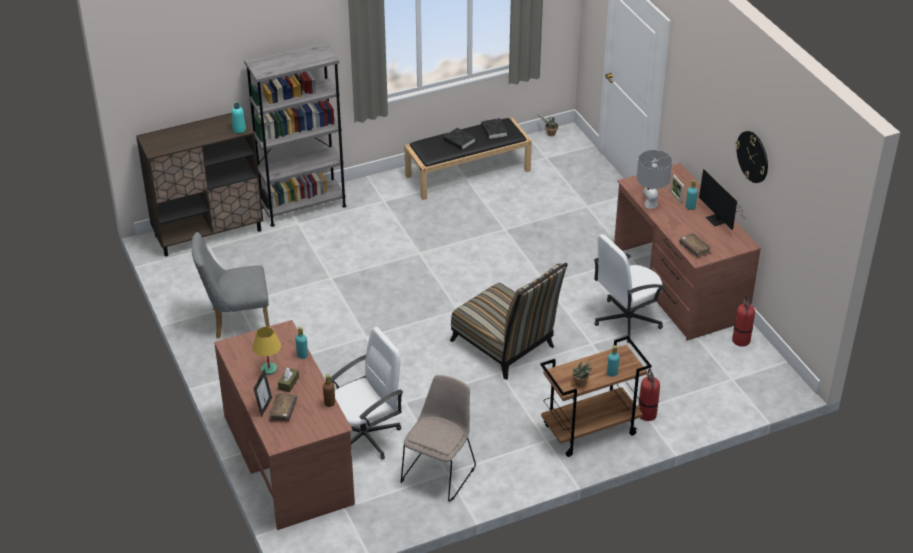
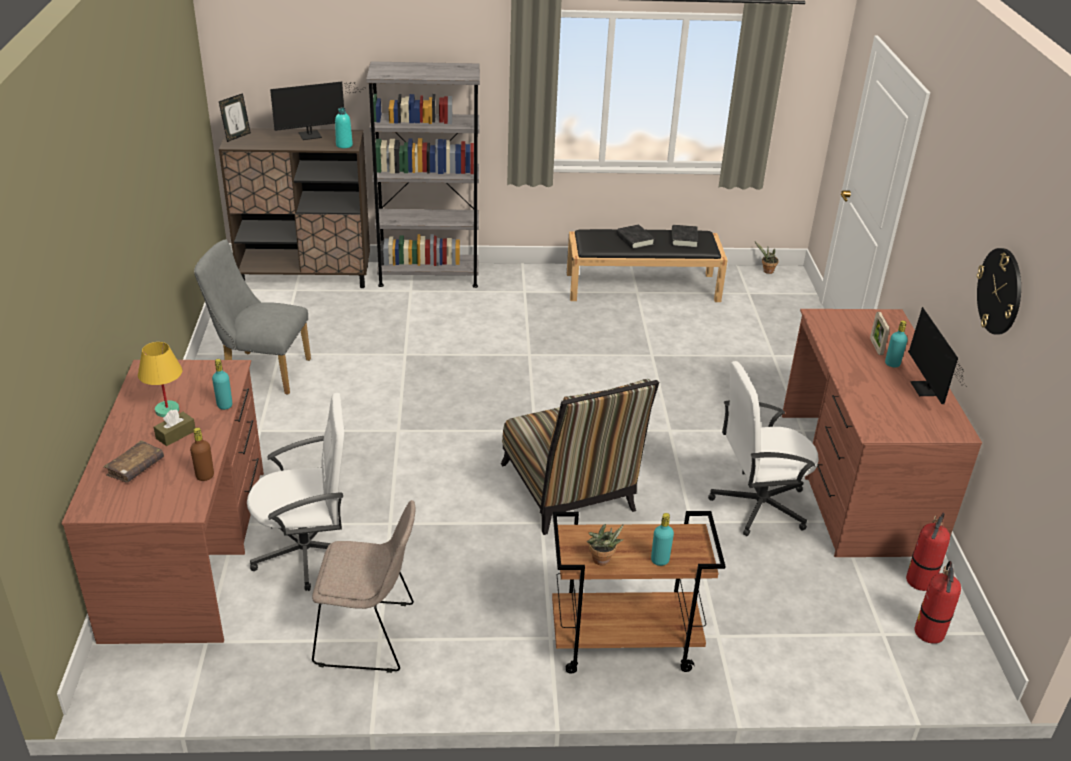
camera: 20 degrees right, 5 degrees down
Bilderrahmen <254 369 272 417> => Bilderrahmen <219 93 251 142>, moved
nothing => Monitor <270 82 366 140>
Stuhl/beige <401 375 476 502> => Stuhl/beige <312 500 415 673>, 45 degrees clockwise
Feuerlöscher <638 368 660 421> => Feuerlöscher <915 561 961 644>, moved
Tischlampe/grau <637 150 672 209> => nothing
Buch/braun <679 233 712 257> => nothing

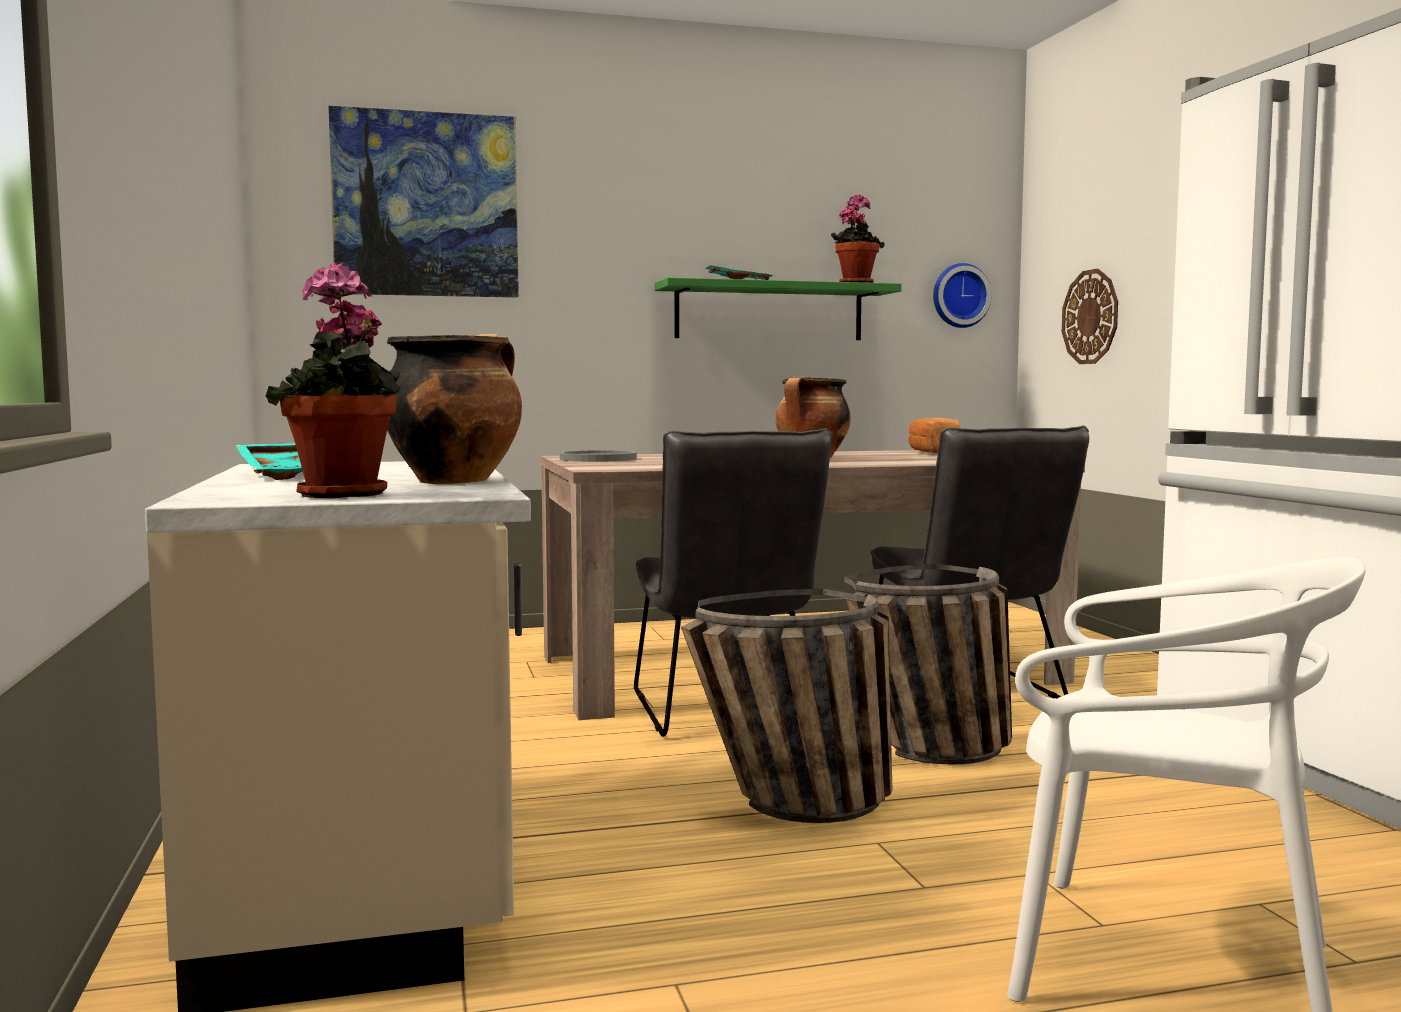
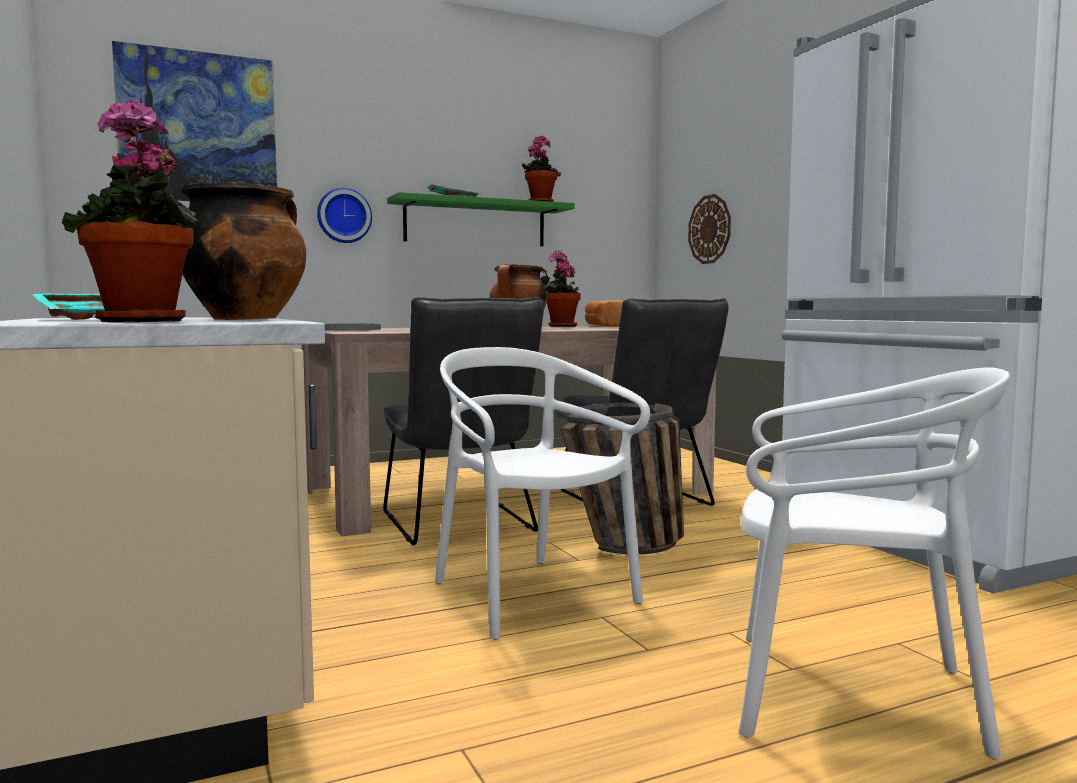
camera: 10 degrees left, 0 degrees up
Wanduhr <933 263 992 328> => Wanduhr <317 188 372 243>, moved
Korb <681 589 893 823> => Stuhl/weiß <435 347 650 640>
nothing => Topfpflanze <541 250 581 327>

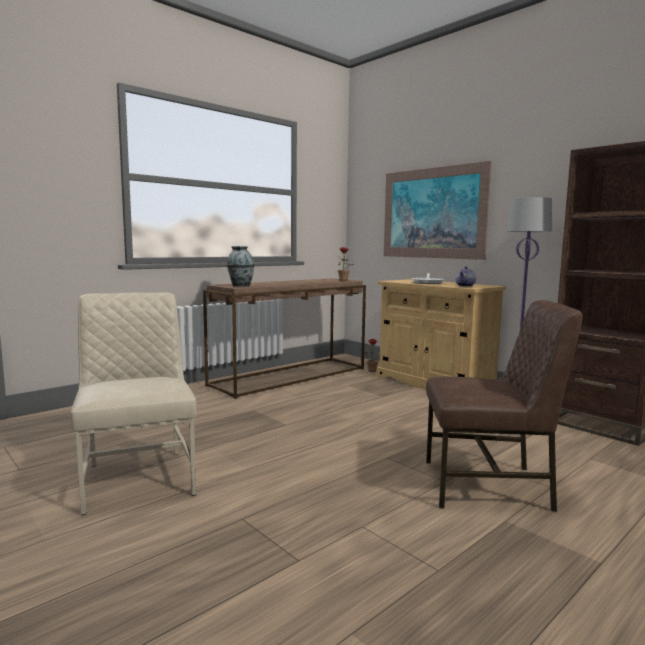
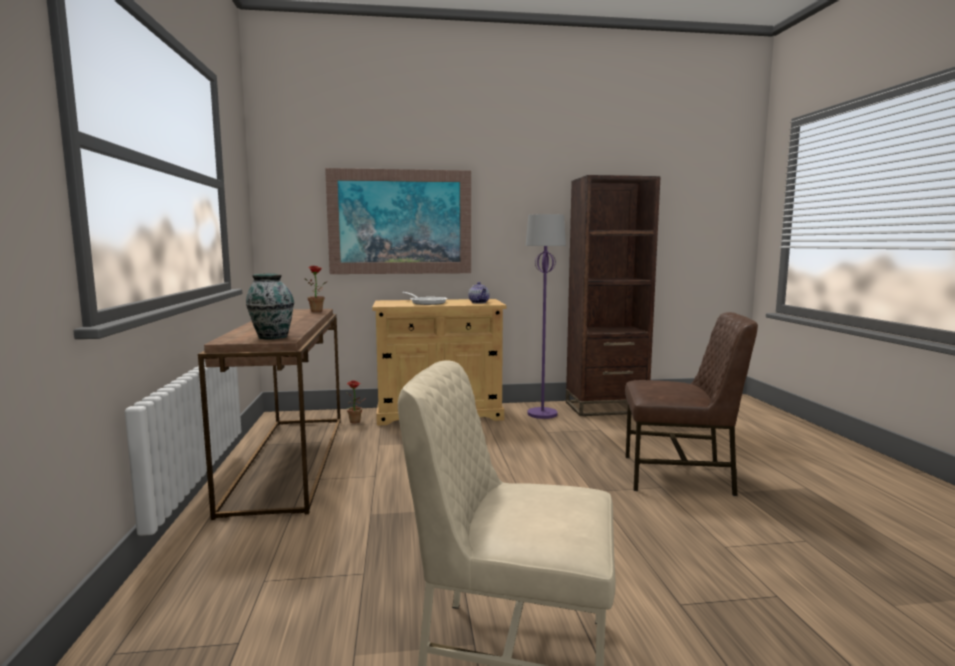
camera: 55 degrees left, 0 degrees up
Stuhl/braun <426 300 582 512> => Stuhl/braun <625 312 758 496>, 60 degrees clockwise

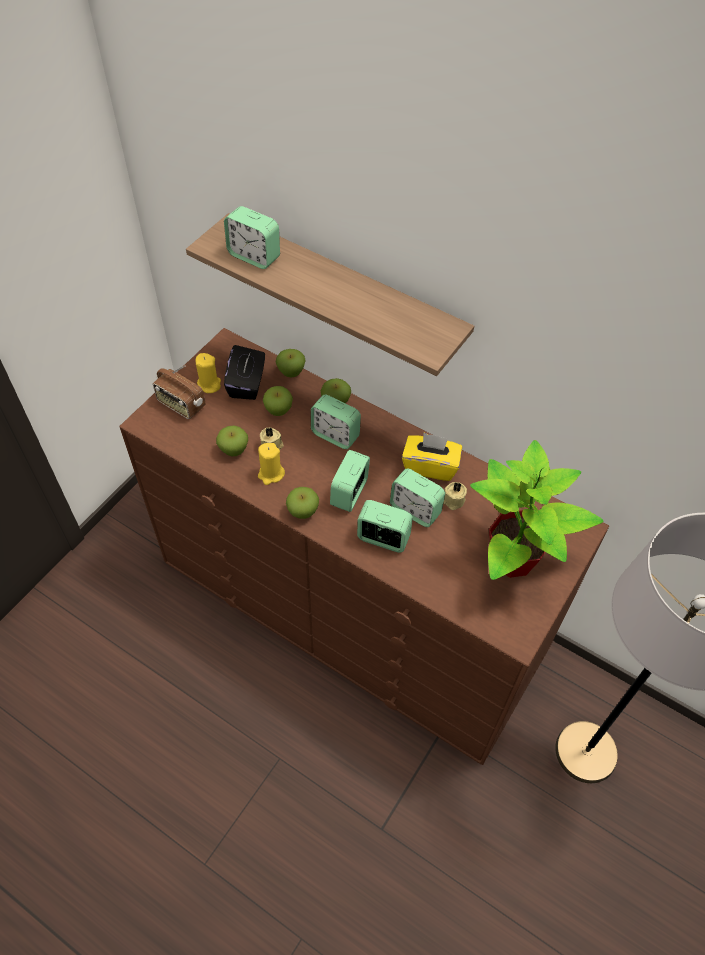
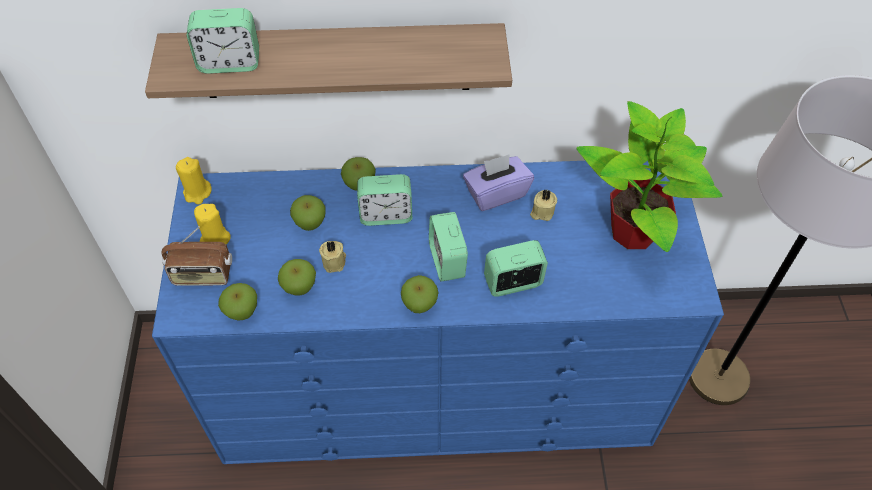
camera: 35 degrees left, 0 degrees up
Kommode/braun <119 328 609 765> => Kommode/blau <152 161 724 464>
Kerze/gelb <258 443 285 485> => Kerze/gelb <176 157 212 204>, moved
Apfel <276 349 306 377> => Apfel <218 283 257 321>, moved
Taschentuchbox/gelb <402 433 462 481> => Taschentuchbox/lila <463 154 534 211>
Taschentuchbox/schwarz <224 345 265 400> => nothing
Wecker <390 468 445 527> => nothing

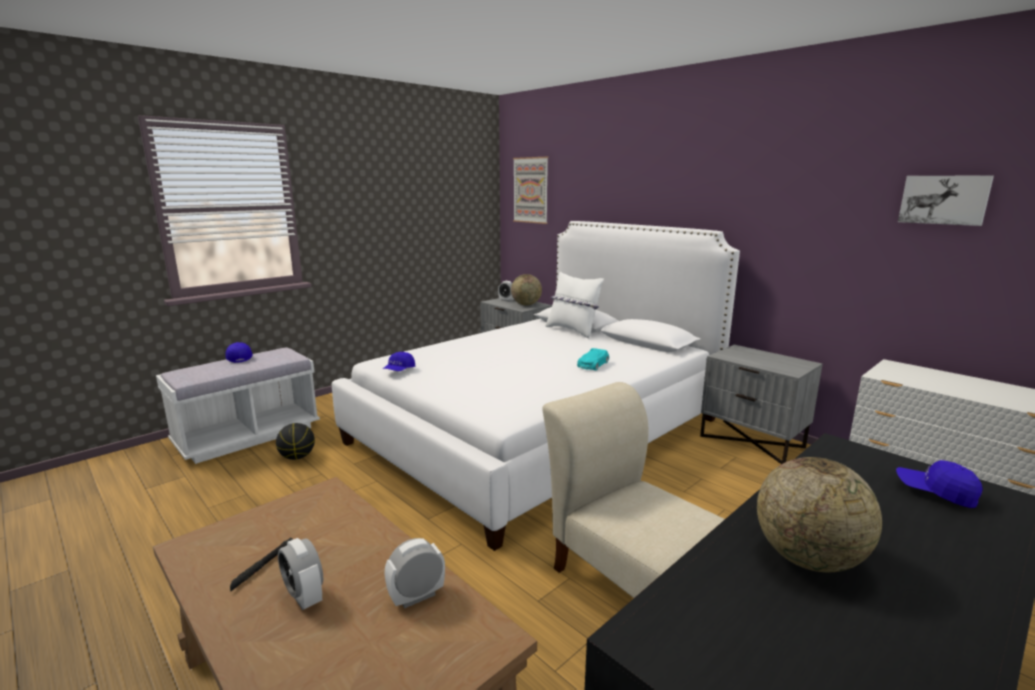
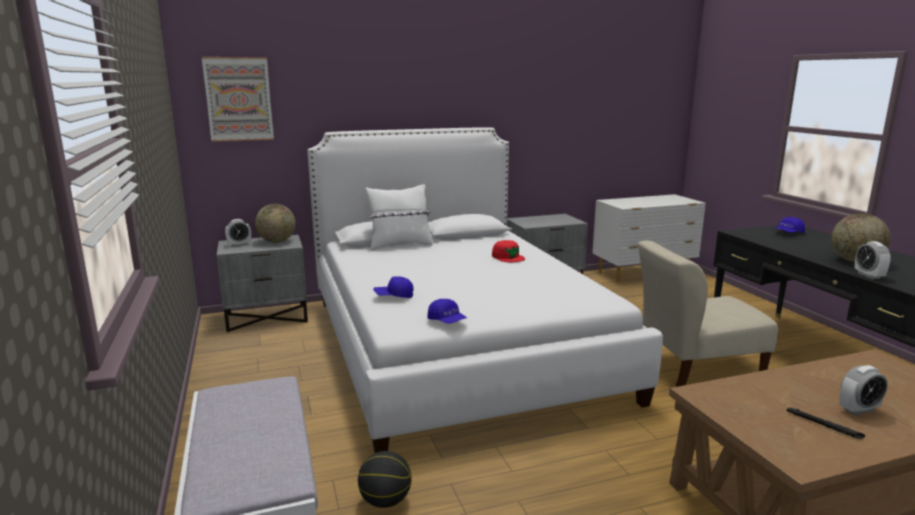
camera: 65 degrees left, 0 degrees up
Kappe/blau <226 342 253 363> => Kappe/blau <373 276 414 298>, moved
Spielzeugauto/türkis <577 348 609 370> => Kappe/rot <492 240 525 262>
Wecker <384 538 445 609> => Wecker <855 241 891 279>, moved
Bild <898 175 994 226> => nothing

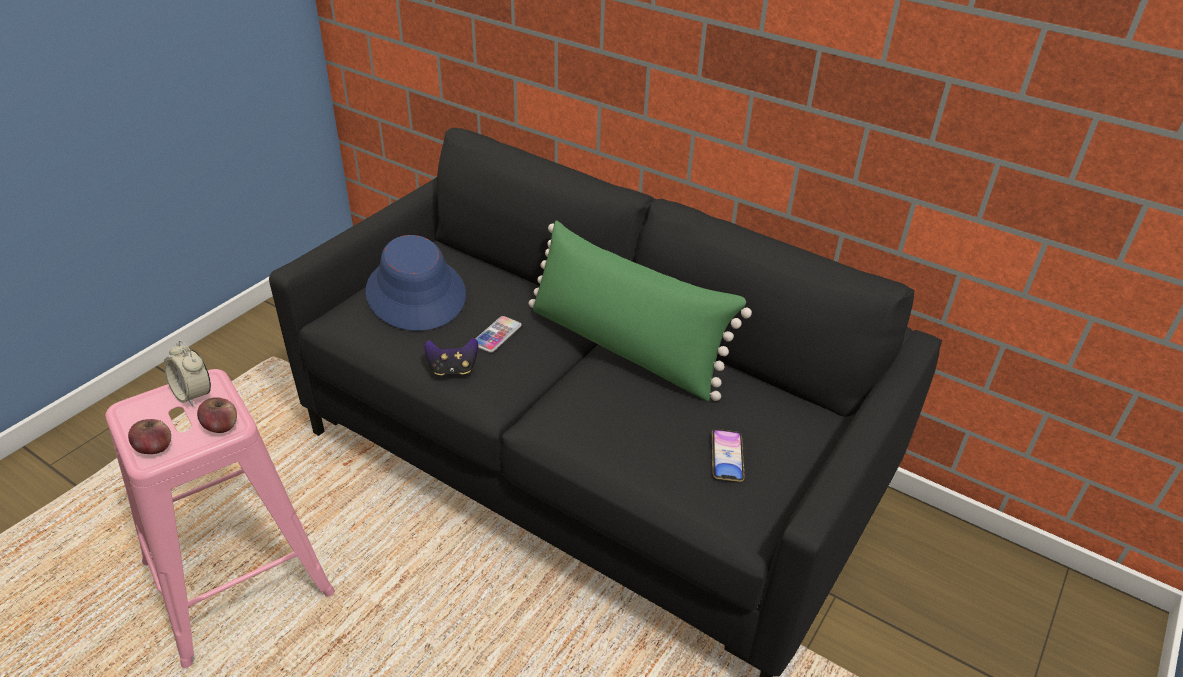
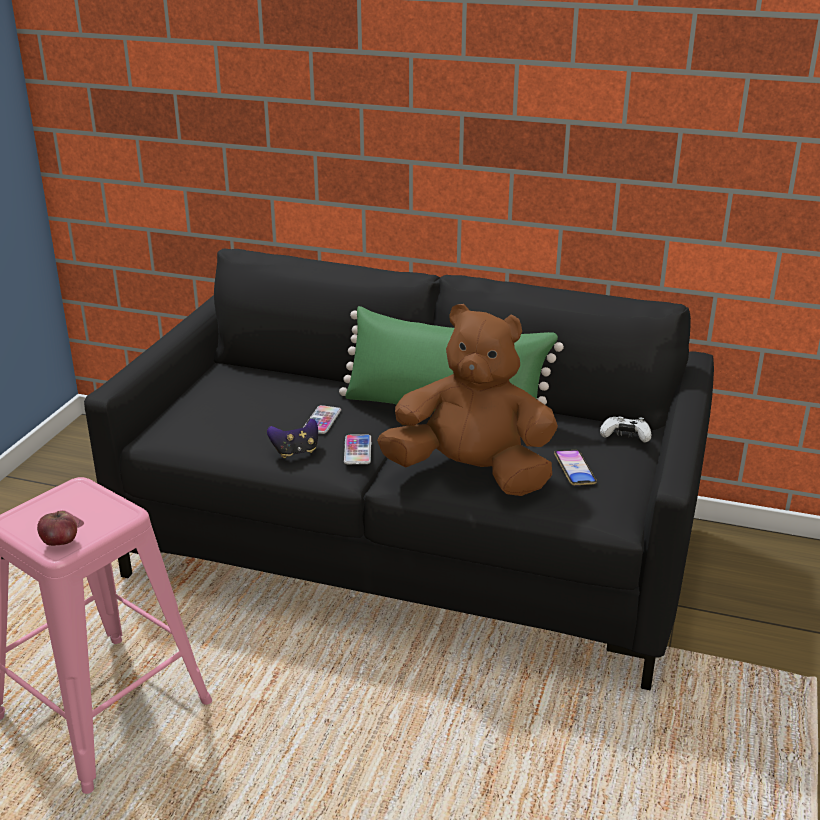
camera: 15 degrees left, 10 degrees down
nothing => Handy <344 434 371 464>
nothing => Plüschtier/braun <377 304 558 496>
nothing => Gamepad/weiß <600 417 651 443>
Wecker <164 340 211 407> => nothing
Apfel <197 397 237 433> => nothing
Hut/blau <365 235 466 331> => nothing

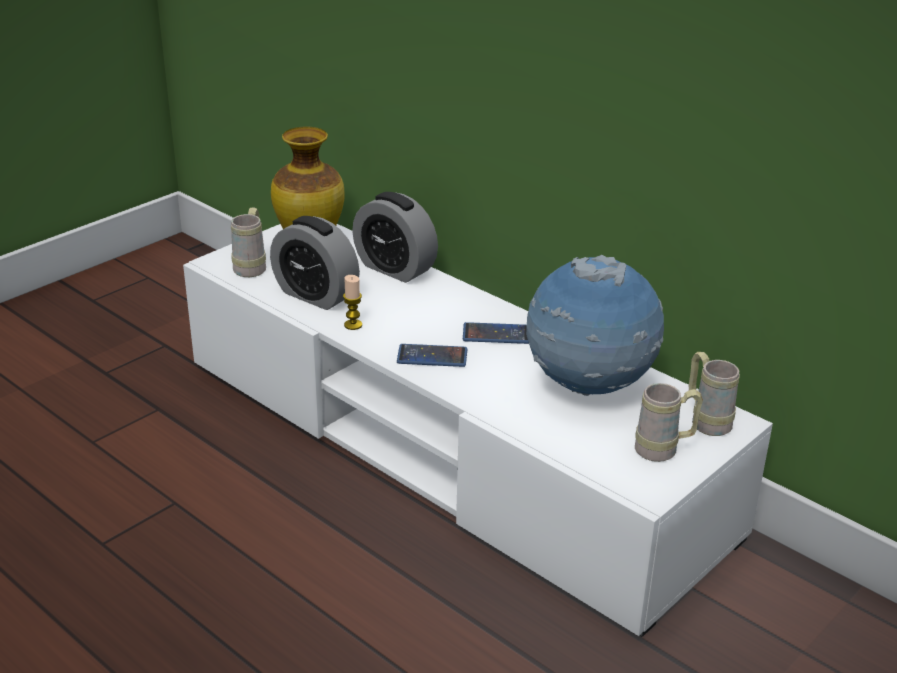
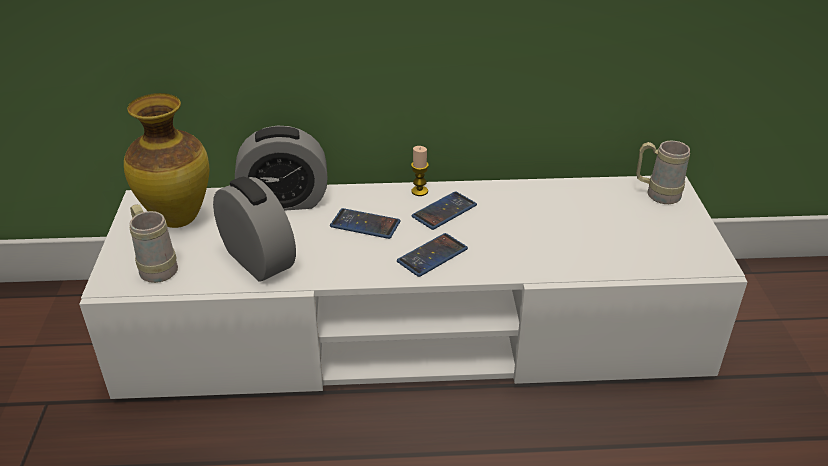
camera: 45 degrees left, 5 degrees up
Wecker <270 216 360 310> => Wecker <213 177 296 282>, 120 degrees counterclockwise
nothing => Handy <330 208 401 239>
Kerze <343 275 362 330> => Kerze <411 146 429 196>, moved
Globus <526 255 664 396> => nothing
Henkelbecher/beige <635 383 703 462> => nothing

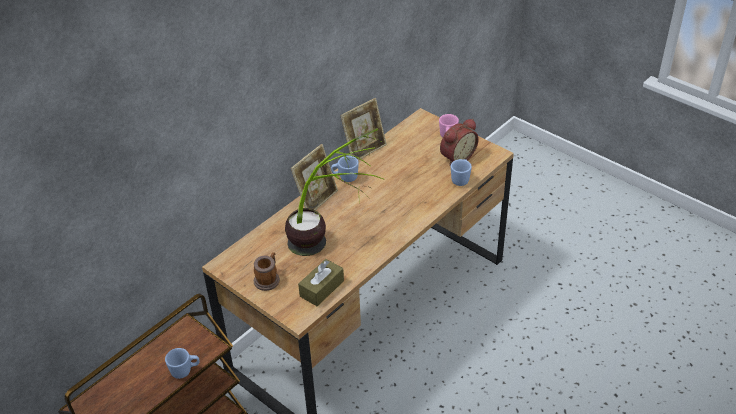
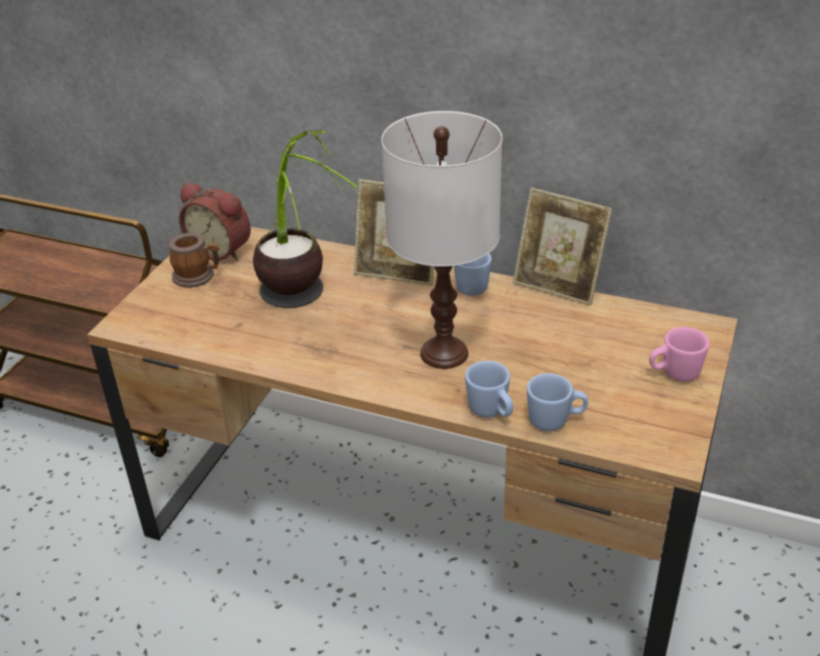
camera: 70 degrees right, 5 degrees down
Wecker <440 119 479 166> => Wecker <179 183 251 261>, moved
nothing => Tischlampe/weiß <381 111 502 369>
Henkelbecher/blau <165 348 199 379> => Henkelbecher/blau <465 361 513 418>, moved
Taschentuchbox/braun <298 259 344 306> => nothing

